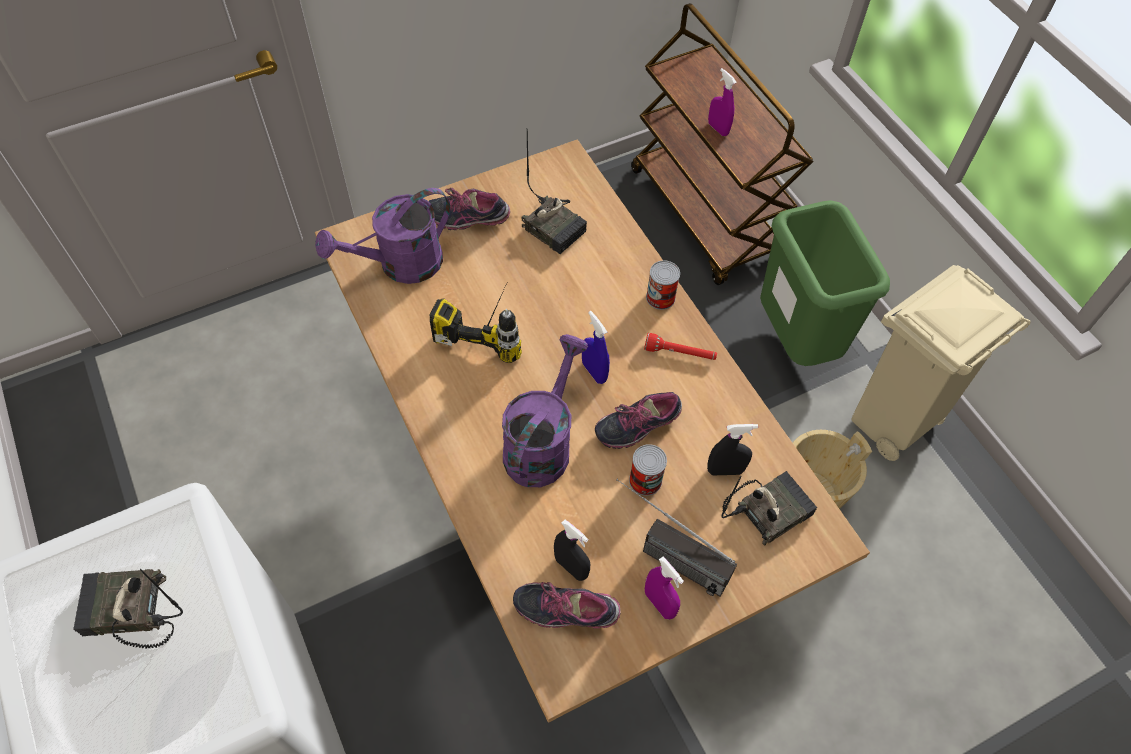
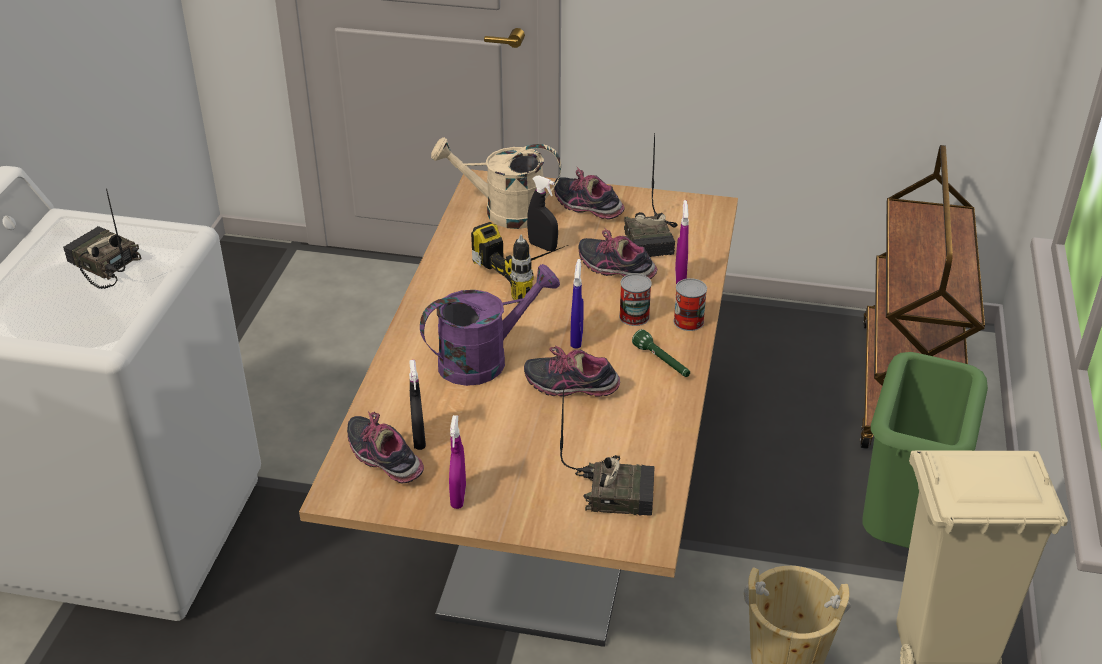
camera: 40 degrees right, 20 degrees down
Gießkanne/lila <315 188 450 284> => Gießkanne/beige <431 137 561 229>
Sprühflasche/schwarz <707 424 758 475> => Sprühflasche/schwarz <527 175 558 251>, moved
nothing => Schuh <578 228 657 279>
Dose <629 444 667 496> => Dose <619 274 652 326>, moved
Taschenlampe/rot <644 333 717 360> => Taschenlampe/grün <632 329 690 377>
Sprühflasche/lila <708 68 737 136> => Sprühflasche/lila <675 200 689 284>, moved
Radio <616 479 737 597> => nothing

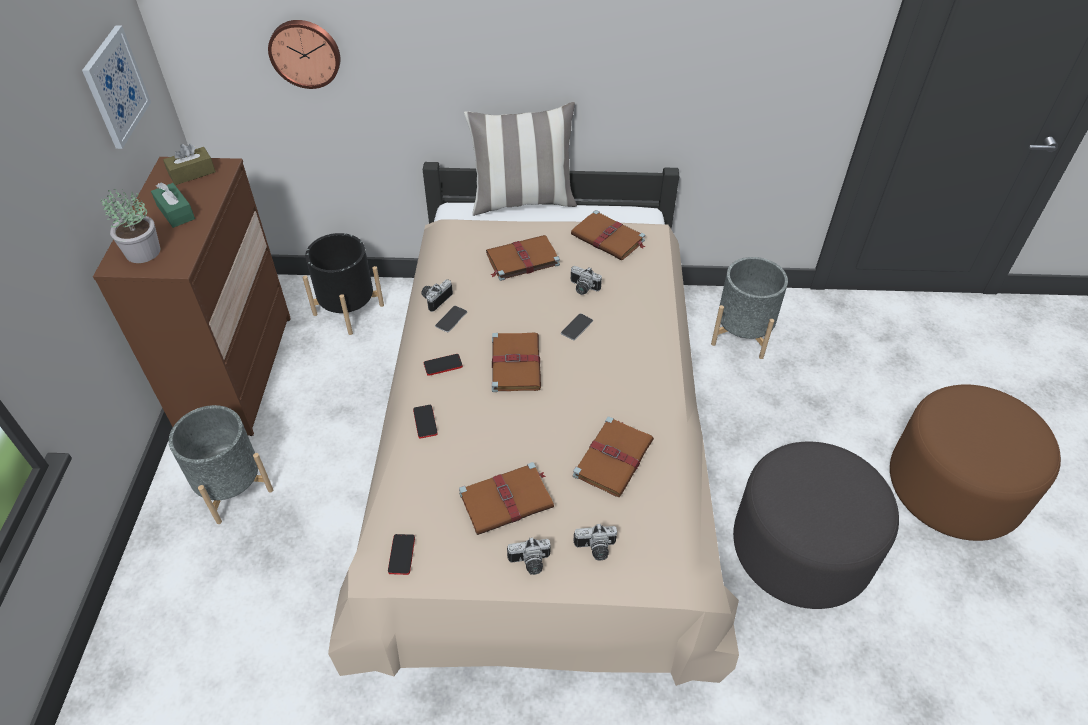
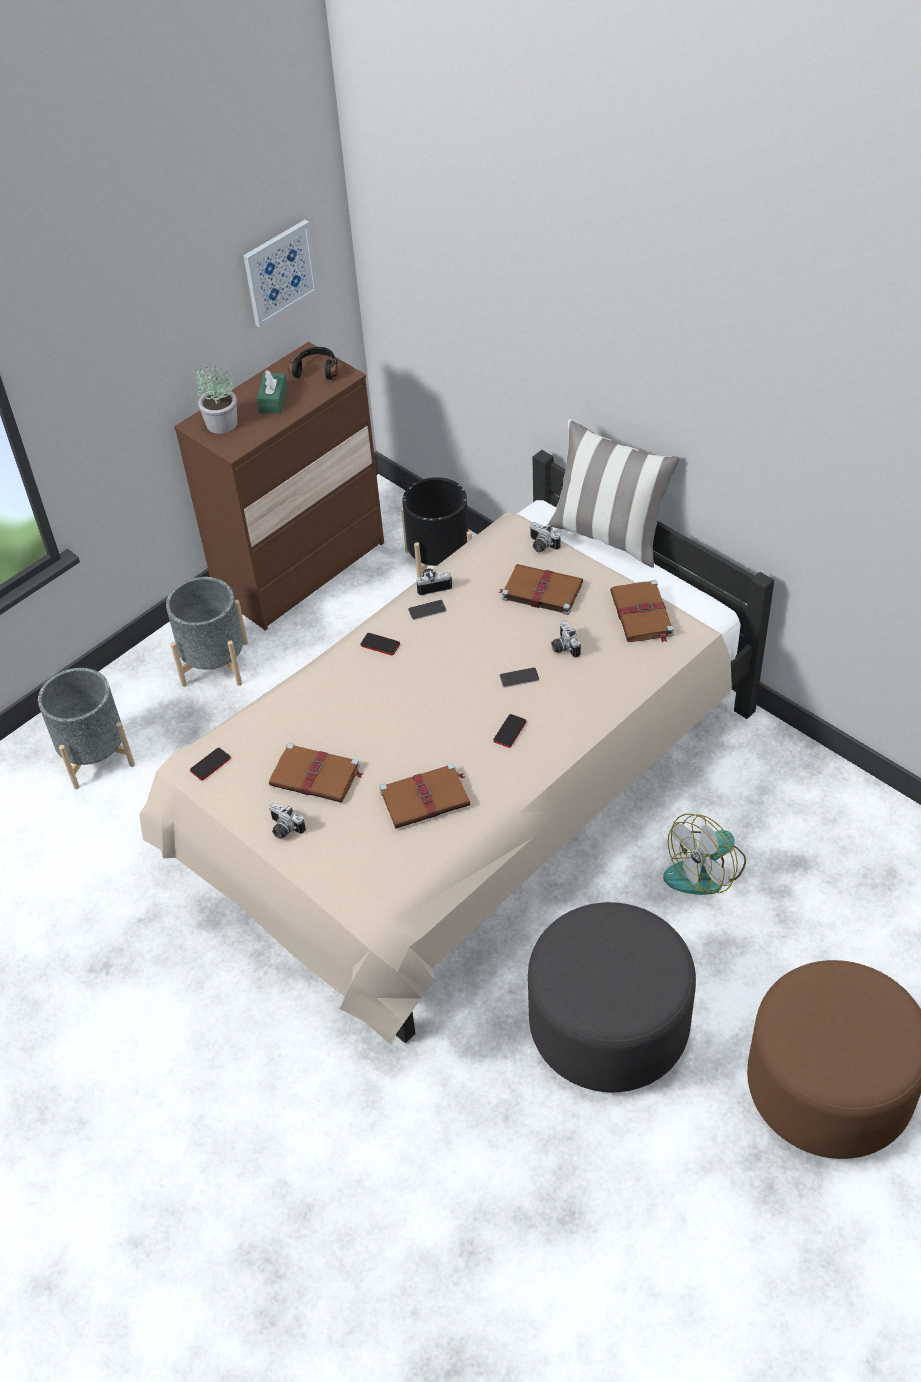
camera: 45 degrees right, 0 degrees up
Pflanzkübel/grau <711 257 788 359> => Pflanzkübel/grau <38 668 135 789>, moved
Taschentuchbox/braun <163 144 216 185> => Kopfhörer/schwarz <288 347 338 380>
Handy <413 405 438 439> => Handy <493 714 526 748>, moved
Kamera <574 524 617 560> => Kamera <530 522 561 552>, moved
nothing => Ventilator <663 814 746 895>
Wanduhr <268 20 340 89> => nothing
Buch/braun <492 332 541 392> => nothing

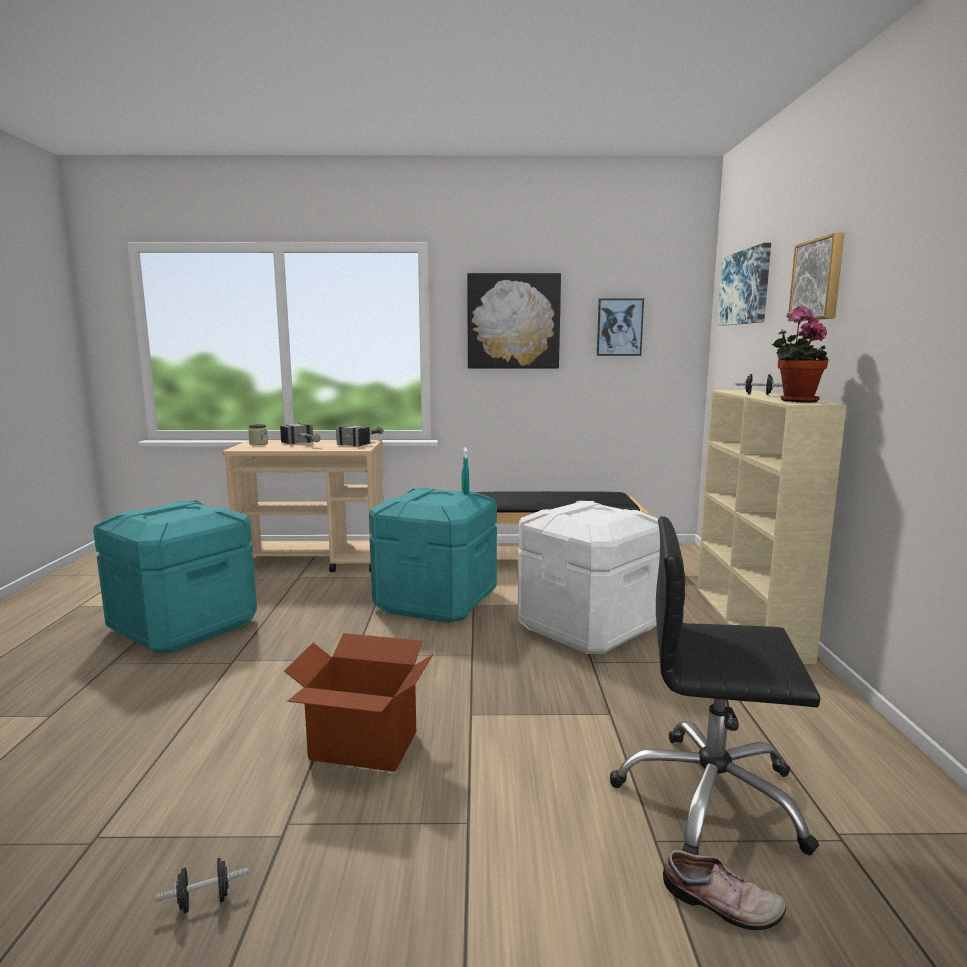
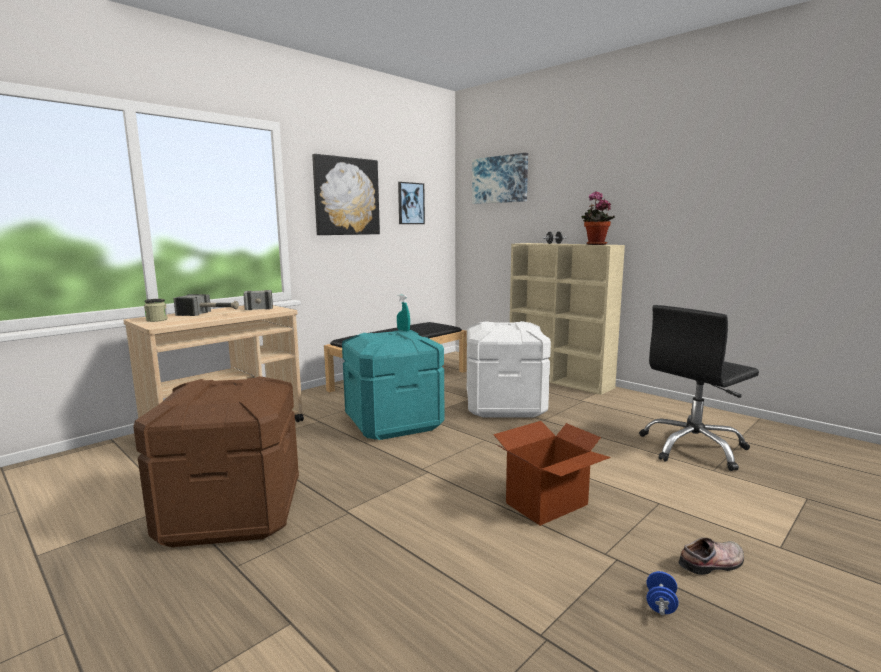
camera: 45 degrees left, 0 degrees up
Aufbewahrungsbox/türkis <93 500 257 653> => Aufbewahrungsbox/braun <133 376 299 548>
Hantel/schwarz <155 858 248 913> => Hantel/blau <646 571 679 616>
Schuh <663 850 786 930> => Schuh <679 537 744 575>, moved
Bild <788 233 844 321> => nothing

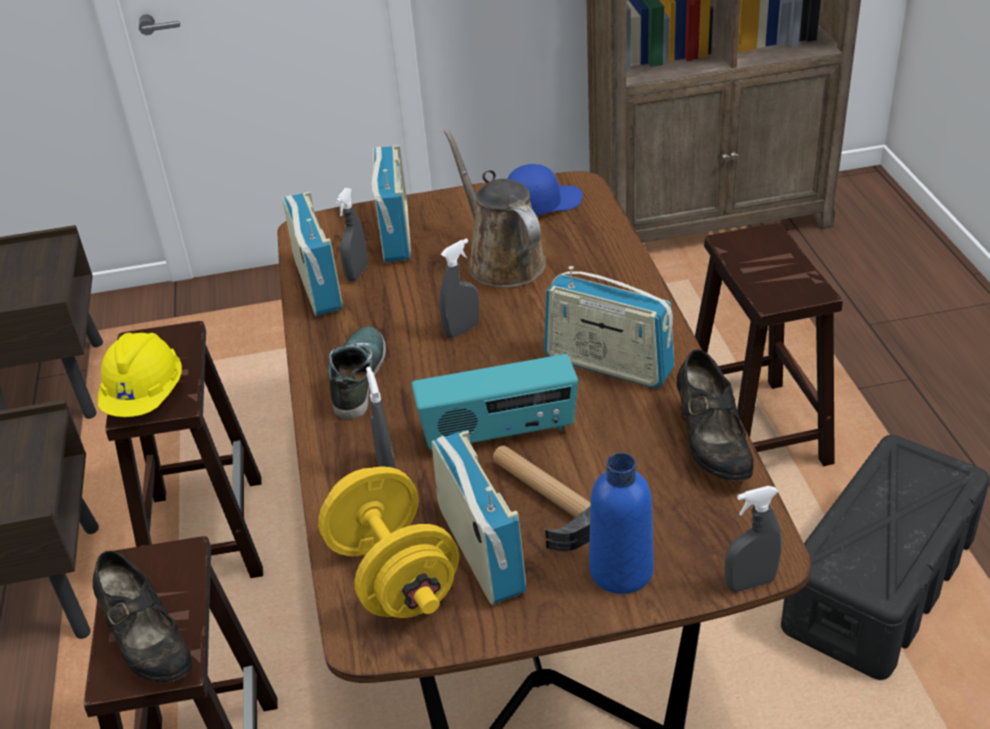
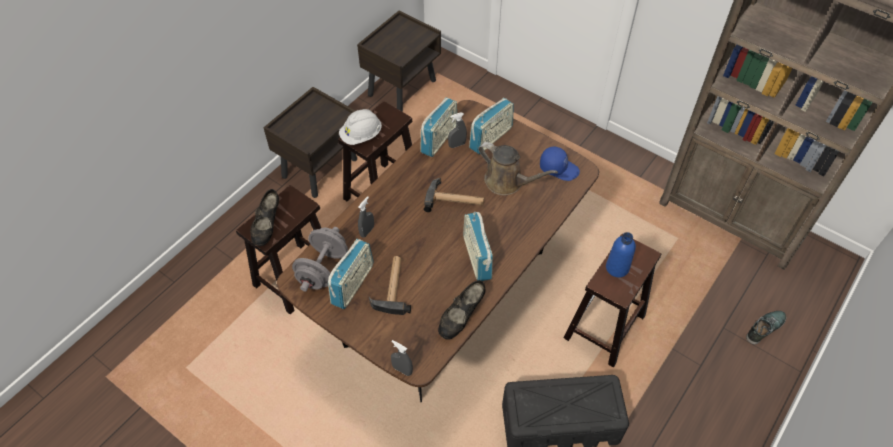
camera: 45 degrees right, 15 degrees up
Hantel/gelb <318 466 459 618> => Hantel/grau <292 227 348 292>
Schutzhelm/gelb <98 333 182 417> => Schutzhelm/weiß <339 109 382 145>
Sprühflasche/grau <439 238 479 338> => Hammer <424 178 484 212>
Gießkanne/braun <444 129 546 288> => Gießkanne/braun <478 142 558 195>, 105 degrees clockwise
Flasche/blau <589 453 654 594> => Flasche/blau <606 232 636 278>, moved
Schuh <328 326 386 419> => Schuh <746 311 786 345>, moved
Radio <412 354 578 450> => nothing

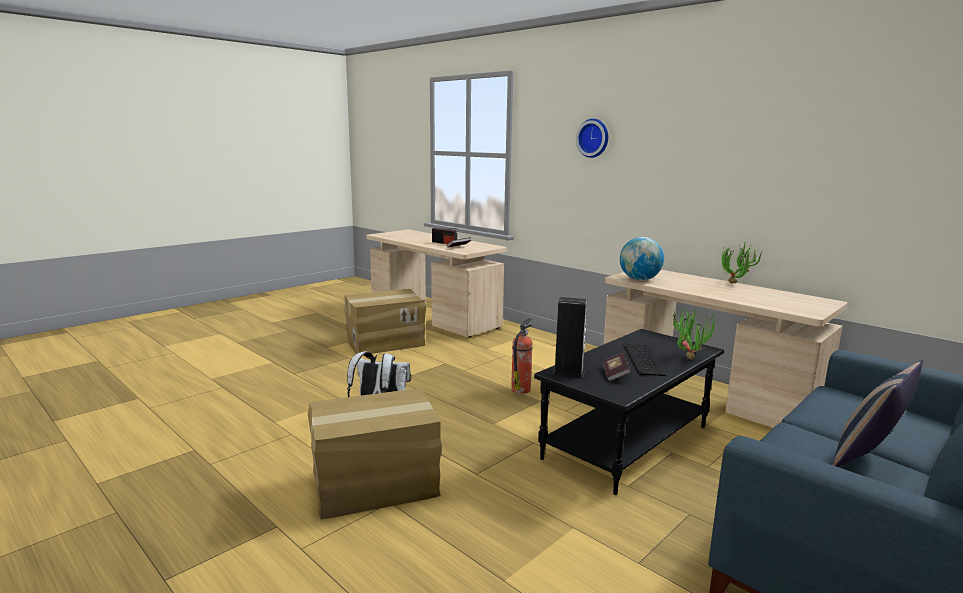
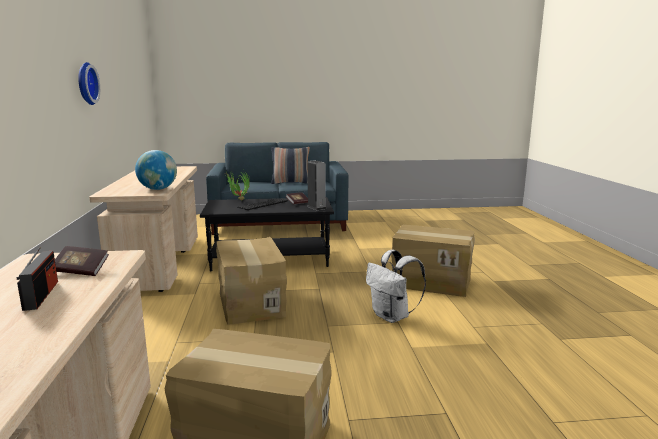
camera: 140 degrees left, 0 degrees up
Wanduhr <576 119 608 158> => Wanduhr <78 62 100 105>, moved
Feuerlöscher <511 318 533 394> => Karton <216 237 287 325>
Topfpflanze <722 243 763 283> => nothing

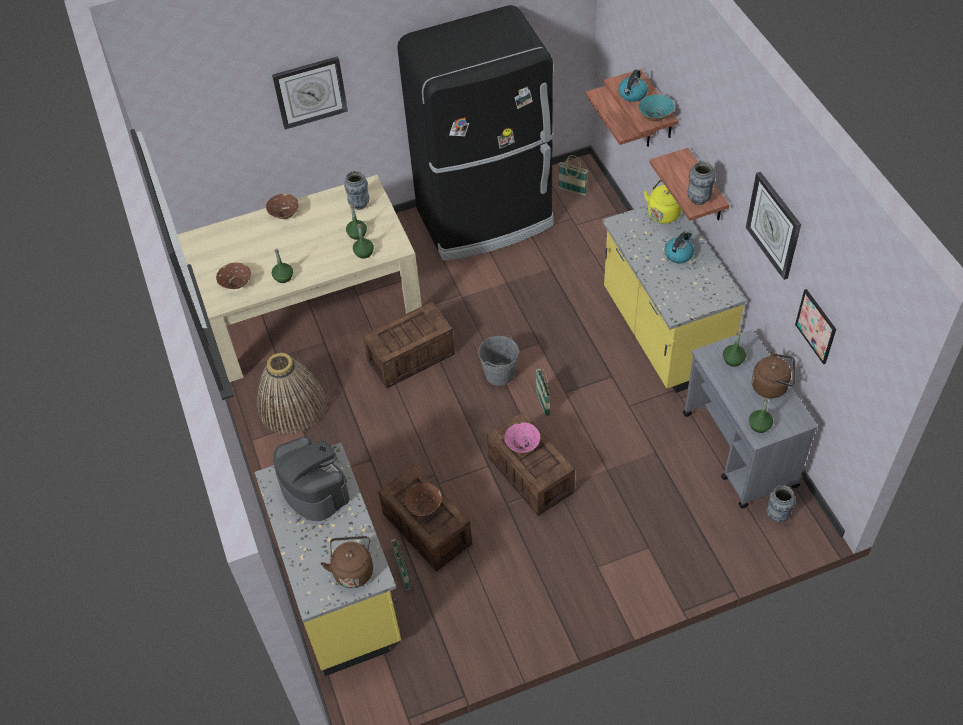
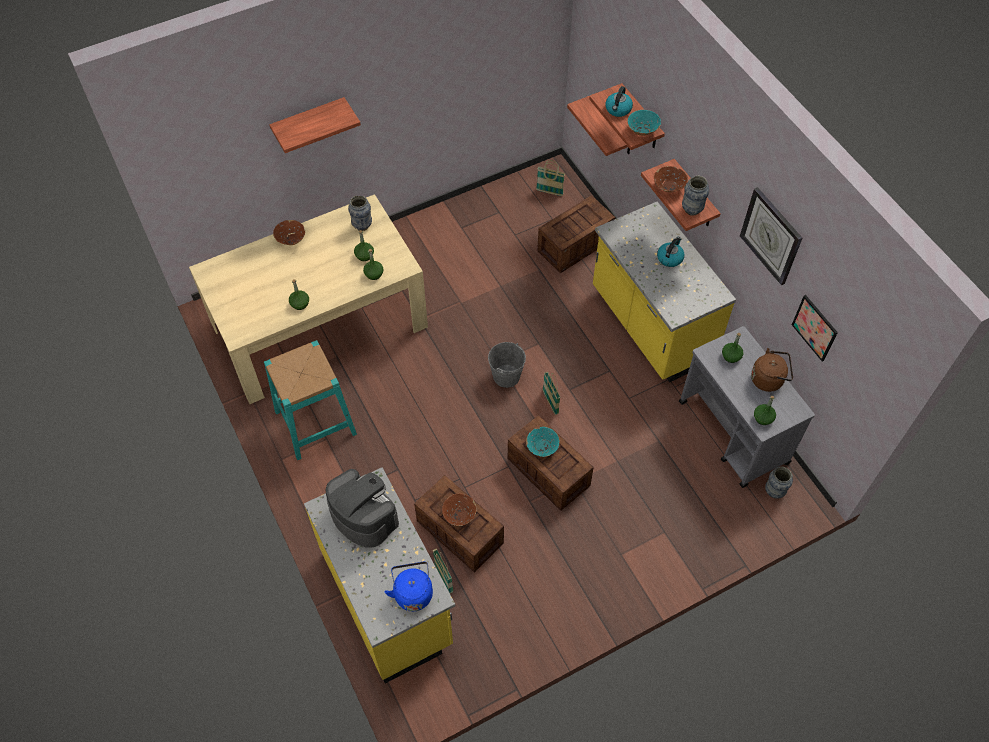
camera: 10 degrees left, 5 degrees up
Korb <257 353 326 435> => Hocker/türkis <264 340 357 460>
Wanduhr <272 56 348 130> => Wandregal <269 97 361 153>
Wasserkessel/braun <321 536 373 588> => Wasserkessel/blau <384 562 433 611>
Schüssel/rosa <504 422 540 453> => Schüssel/türkis <526 427 560 457>
Kiste <362 302 455 388> => Kiste <537 195 615 273>, moved
Schüssel/braun <216 262 251 289> => Schüssel/braun <654 166 688 192>, moved
Kühlschrank/schwarz <397 5 554 260> => nothing
Wasserkessel/gelb <644 179 682 223> => nothing

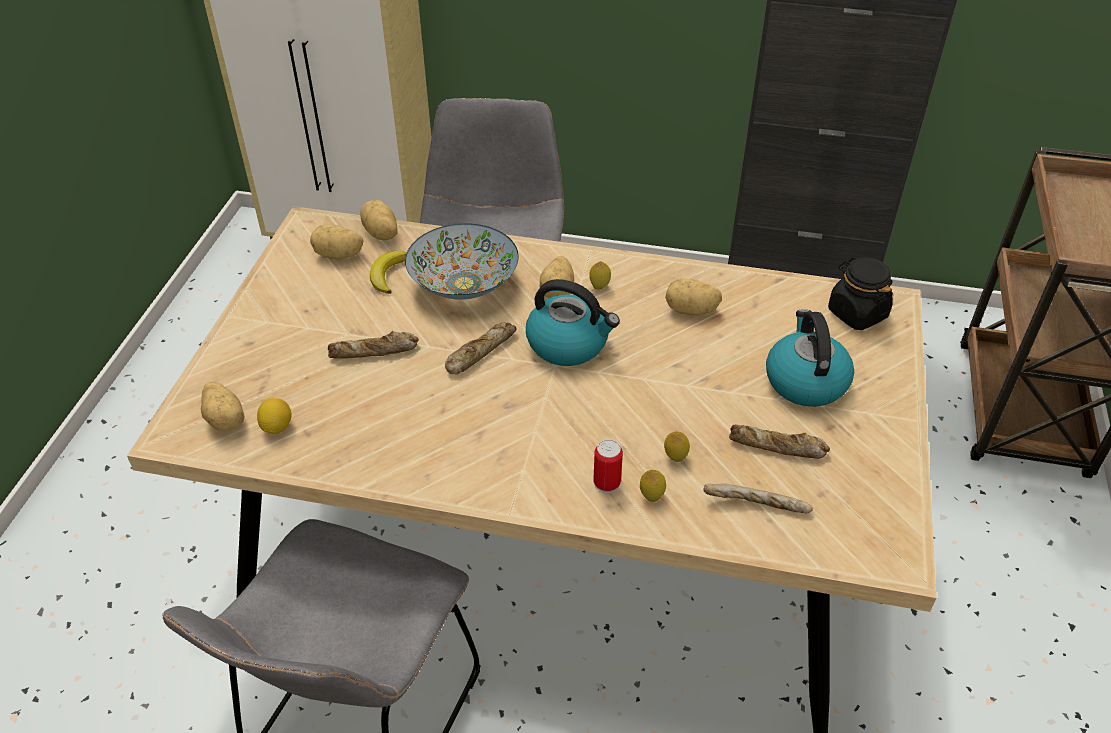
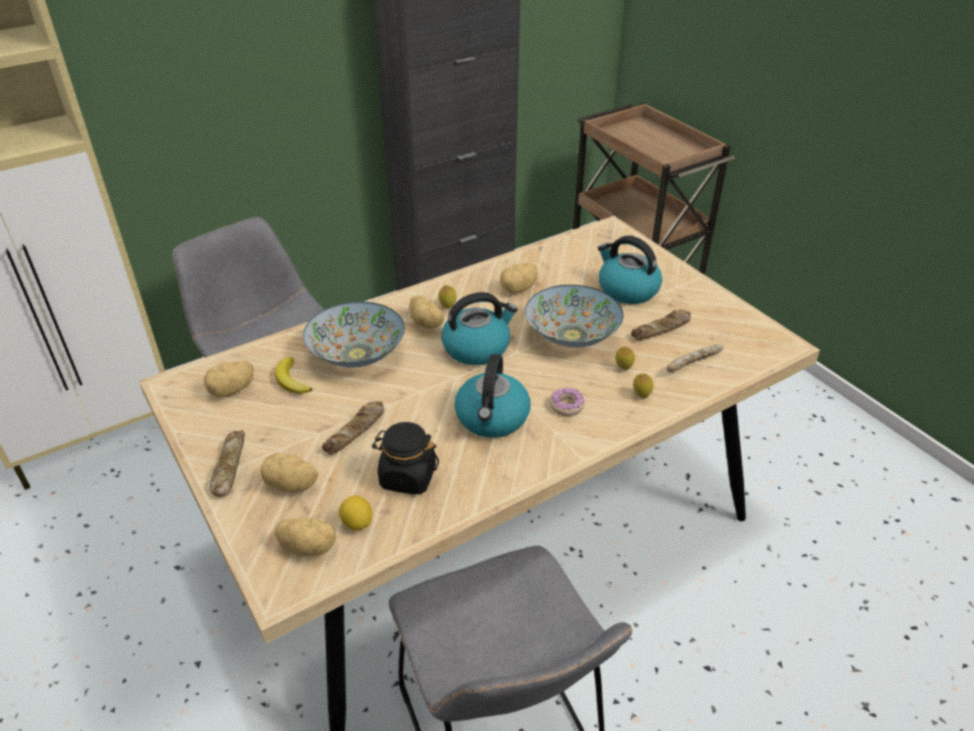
camera: 45 degrees left, 5 degrees down
Brot <445 322 516 375> => Brot <210 430 245 497>, moved
Kartoffel <360 200 398 240> => Kartoffel <261 453 318 492>, moved
Vorratsglas/schwarz <828 257 893 330> => Vorratsglas/schwarz <372 422 439 495>, moved
nothing => Wasserkessel <455 354 530 438>
nothing => Schüssel <525 285 623 348>
nothing => Donut <549 387 585 416>
Dose <593 439 623 493> => nothing

